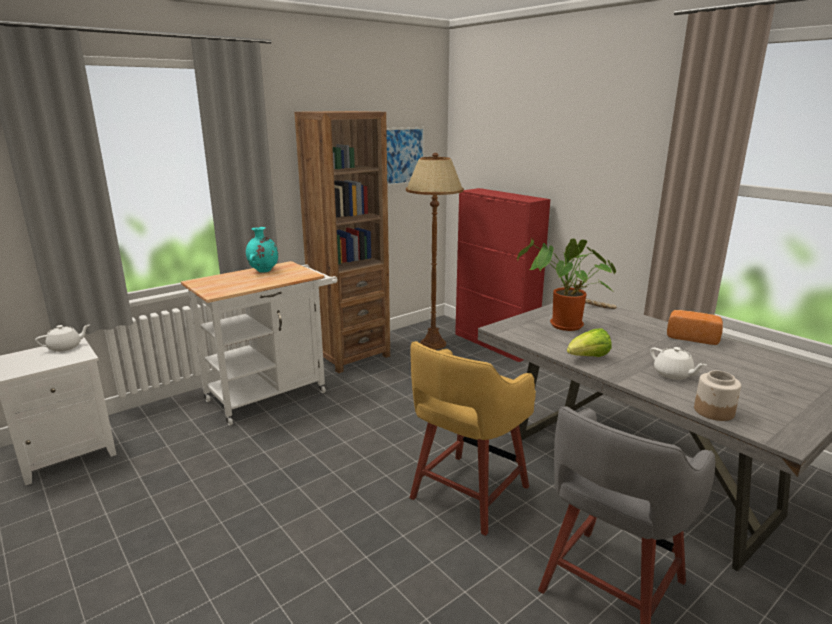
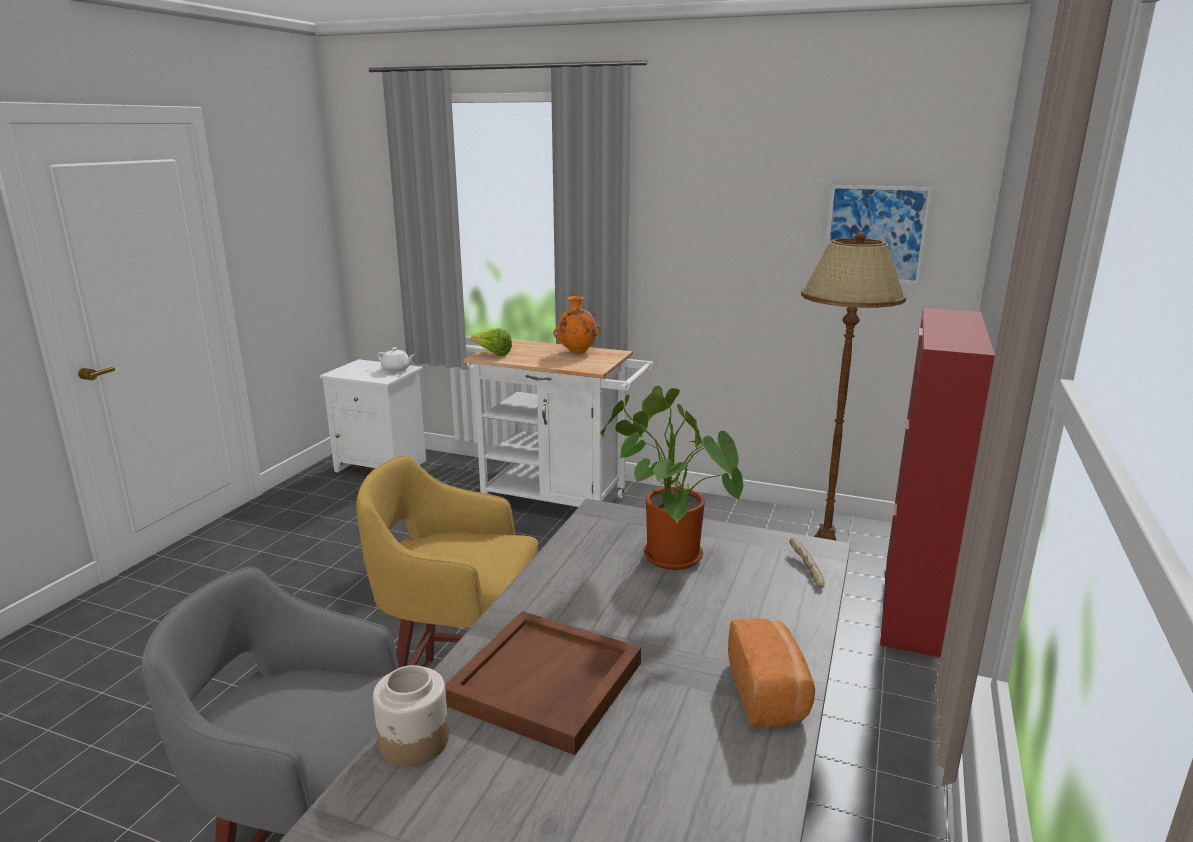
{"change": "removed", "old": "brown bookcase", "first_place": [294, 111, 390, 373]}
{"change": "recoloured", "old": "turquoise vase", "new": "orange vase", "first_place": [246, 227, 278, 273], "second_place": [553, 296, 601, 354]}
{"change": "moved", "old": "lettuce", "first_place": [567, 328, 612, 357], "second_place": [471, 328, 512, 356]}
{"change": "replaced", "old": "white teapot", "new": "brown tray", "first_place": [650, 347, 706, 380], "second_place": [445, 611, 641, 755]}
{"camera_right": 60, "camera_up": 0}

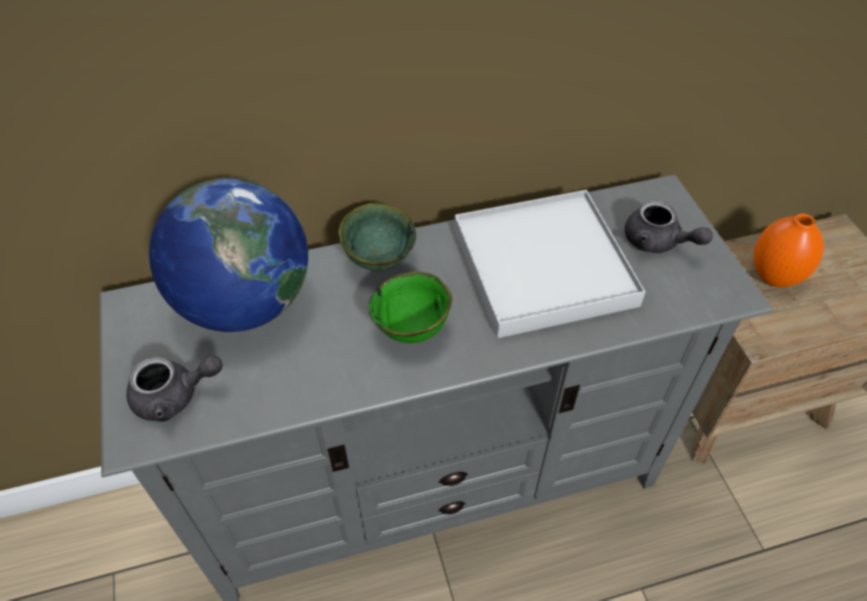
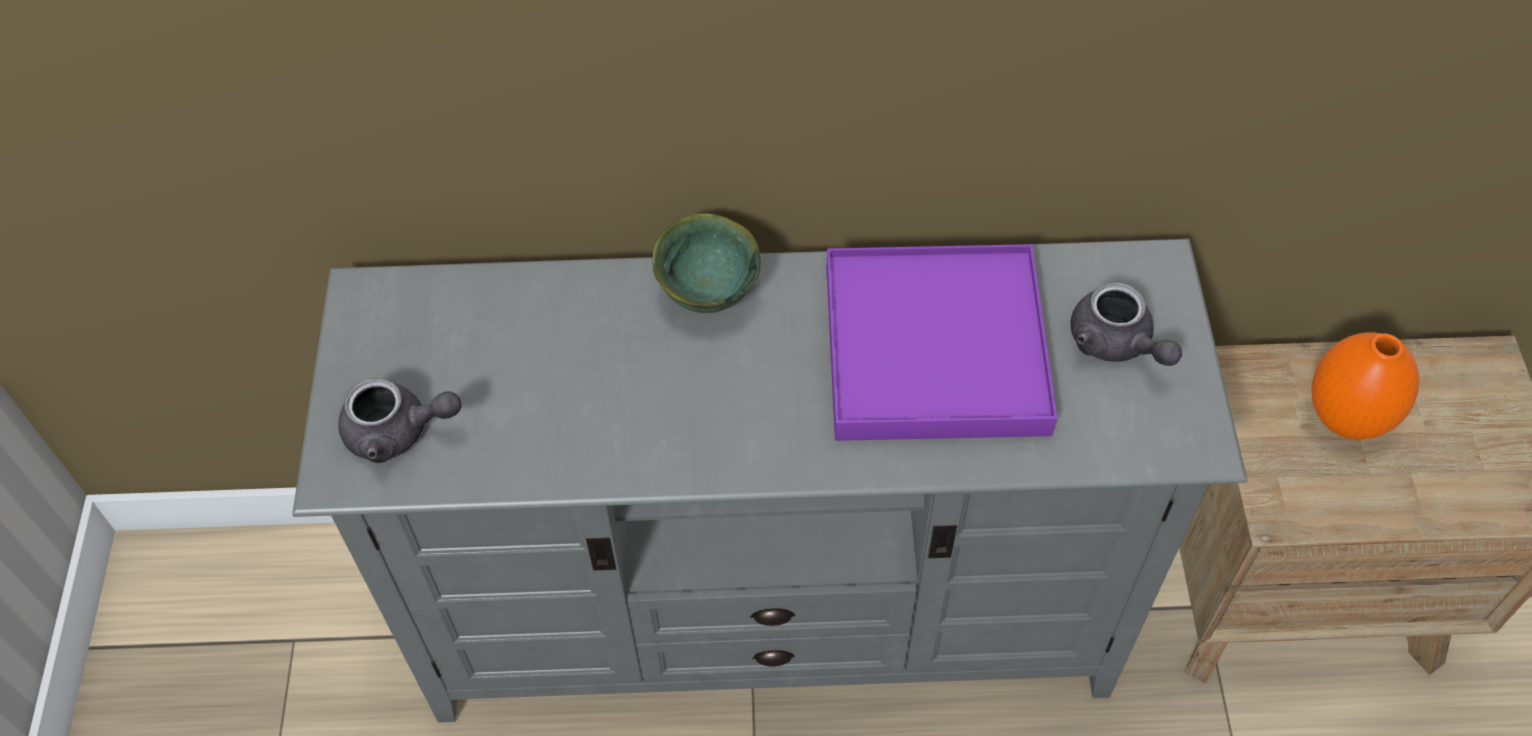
{"change": "removed", "old": "globe", "first_place": [149, 178, 308, 332]}
{"change": "recoloured", "old": "white tray", "new": "purple tray", "first_place": [454, 190, 645, 338], "second_place": [827, 244, 1057, 441]}
{"change": "removed", "old": "green bowl", "first_place": [368, 272, 452, 343]}
{"camera_right": 15, "camera_up": 5}

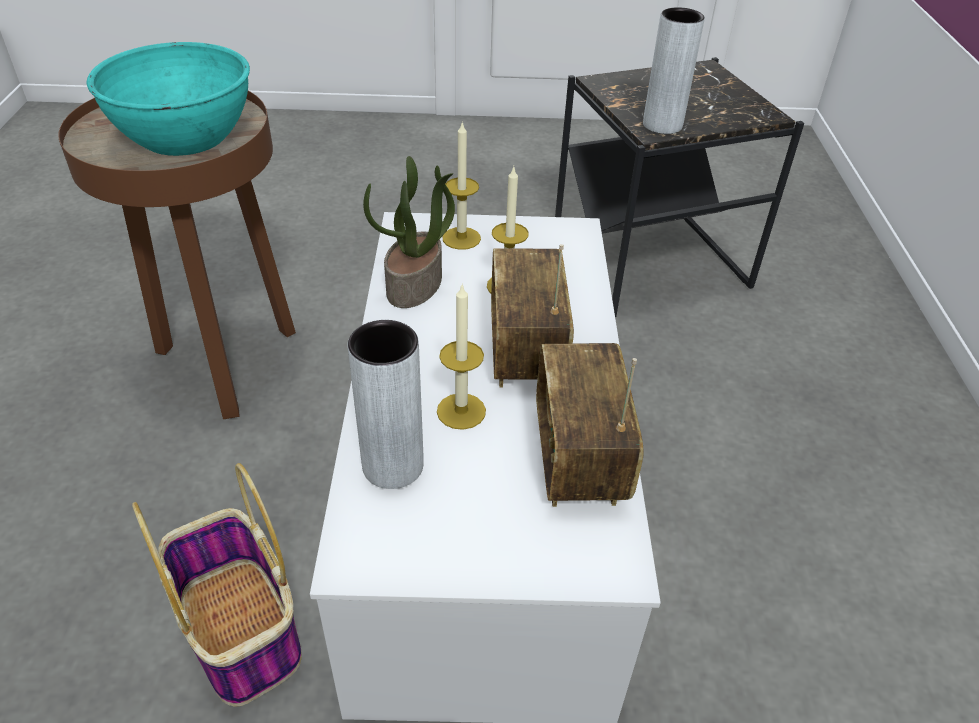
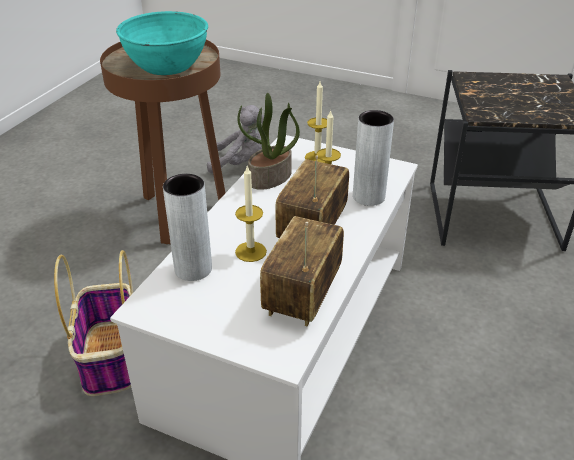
{"change": "moved", "old": "grey vase", "first_place": [643, 7, 705, 134], "second_place": [353, 110, 394, 206]}
{"change": "added", "new": "grey plush toy", "second_place": [207, 105, 264, 174]}
{"camera_right": 25, "camera_up": -5}

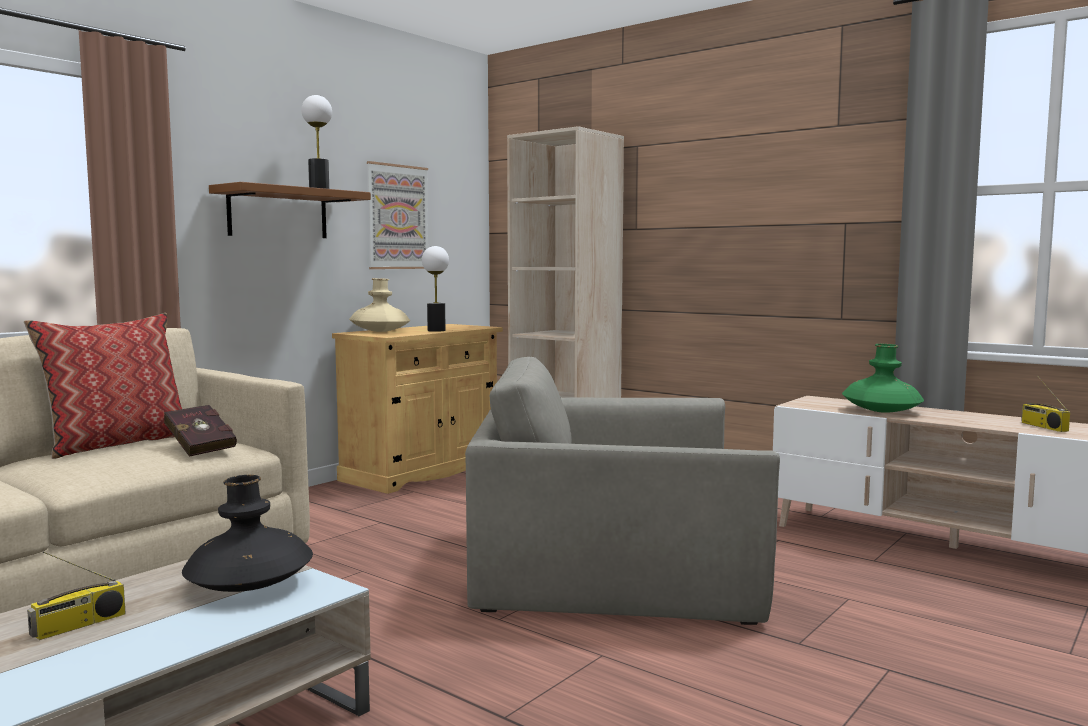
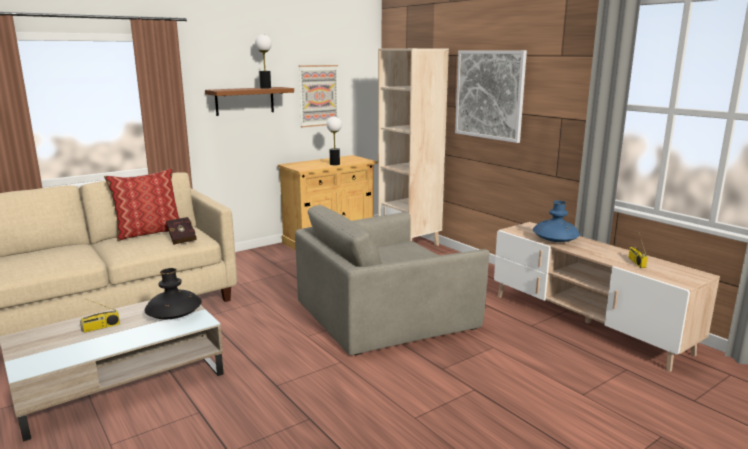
{"change": "removed", "old": "beige vase", "first_place": [349, 278, 410, 332]}
{"change": "recoloured", "old": "green vase", "new": "blue vase", "first_place": [842, 344, 924, 413], "second_place": [533, 200, 580, 242]}
{"change": "turned", "old": "grey armchair", "first_place": [465, 357, 780, 625], "second_place": [295, 205, 490, 355], "degrees": -45}
{"change": "added", "new": "picture", "second_place": [455, 50, 527, 143]}
{"camera_right": 15, "camera_up": 10}

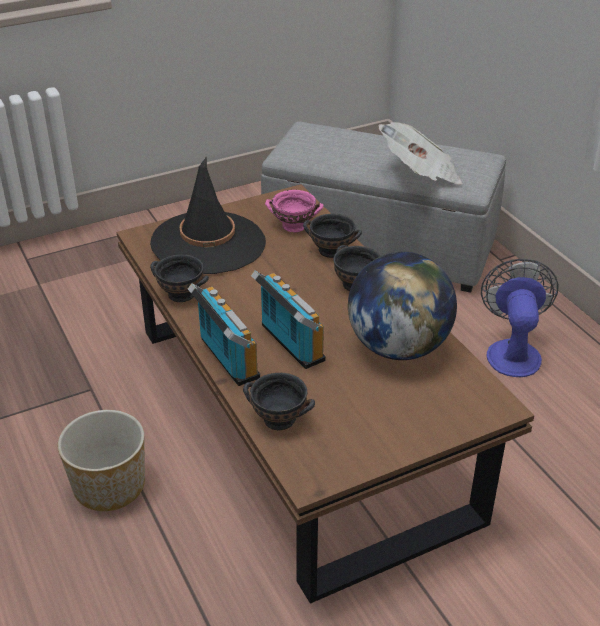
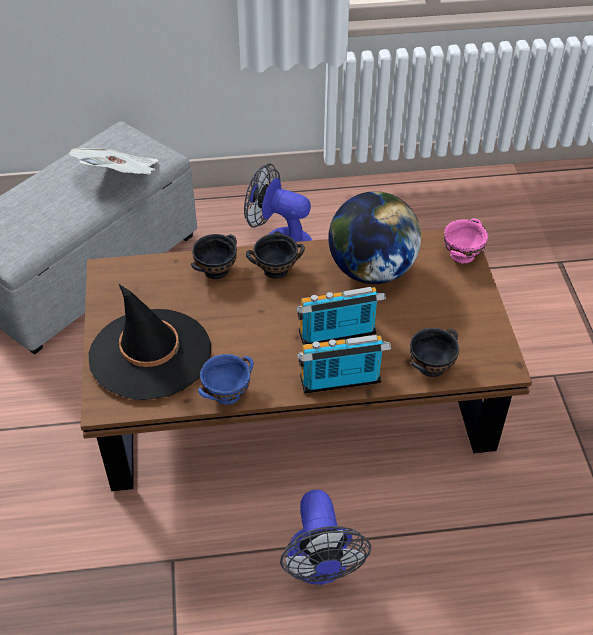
{"change": "moved", "old": "pink bowl", "first_place": [265, 190, 323, 232], "second_place": [444, 218, 488, 264]}
{"change": "recoloured", "old": "black bowl", "new": "blue bowl", "first_place": [150, 254, 209, 302], "second_place": [198, 354, 254, 405]}
{"change": "replaced", "old": "planter", "new": "fan", "first_place": [58, 410, 145, 511], "second_place": [280, 490, 371, 585]}
{"camera_right": -70, "camera_up": 10}

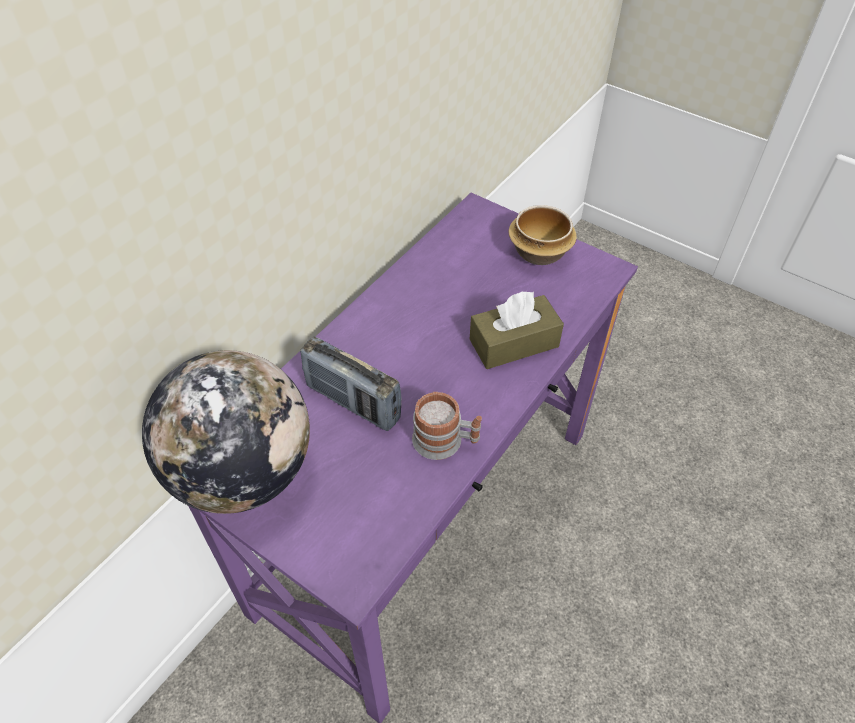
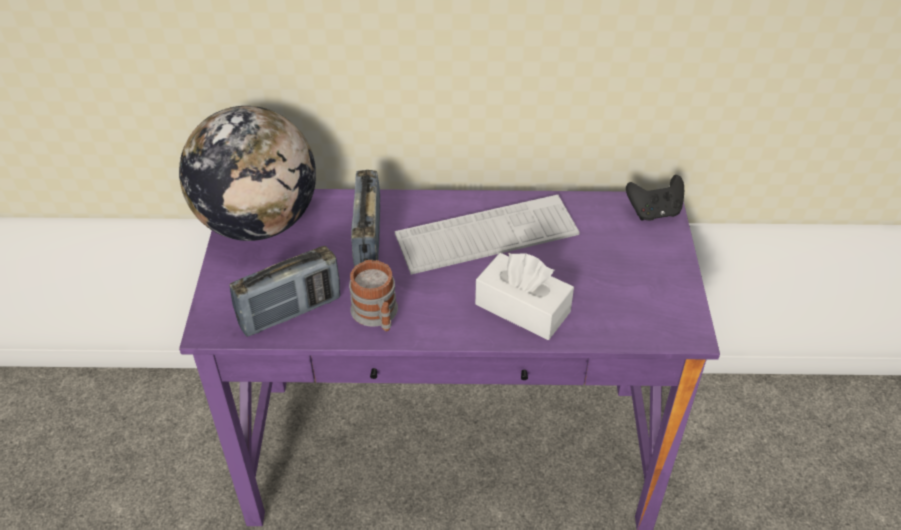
{"change": "removed", "old": "bowl", "first_place": [509, 205, 577, 265]}
{"change": "recoloured", "old": "brown tissue box", "new": "white tissue box", "first_place": [470, 291, 564, 369], "second_place": [475, 253, 574, 340]}
{"change": "added", "new": "black game controller", "second_place": [626, 175, 684, 221]}
{"change": "added", "new": "keyboard", "second_place": [395, 195, 580, 275]}
{"change": "added", "new": "radio", "second_place": [229, 246, 340, 337]}
{"camera_right": 55, "camera_up": -5}

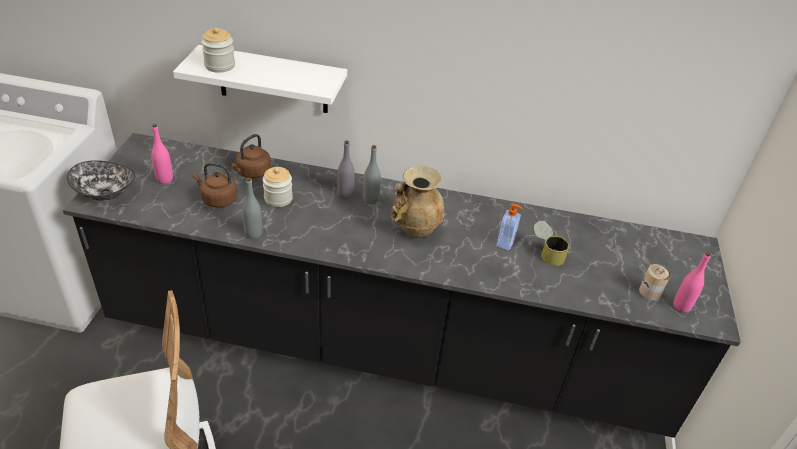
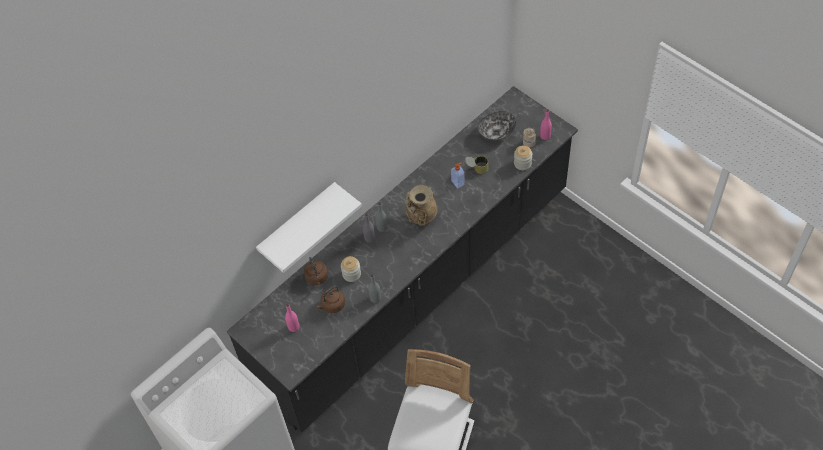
{"change": "moved", "old": "jar", "first_place": [201, 27, 235, 73], "second_place": [514, 146, 532, 170]}
{"change": "moved", "old": "bowl", "first_place": [67, 160, 135, 200], "second_place": [477, 111, 516, 141]}
{"camera_right": -50, "camera_up": 15}

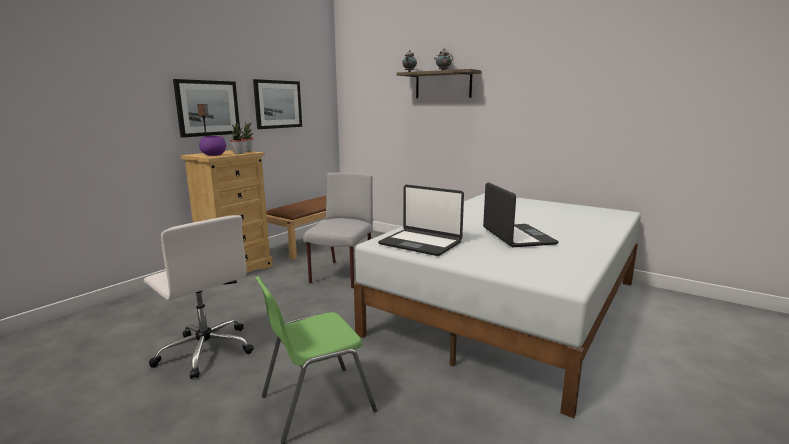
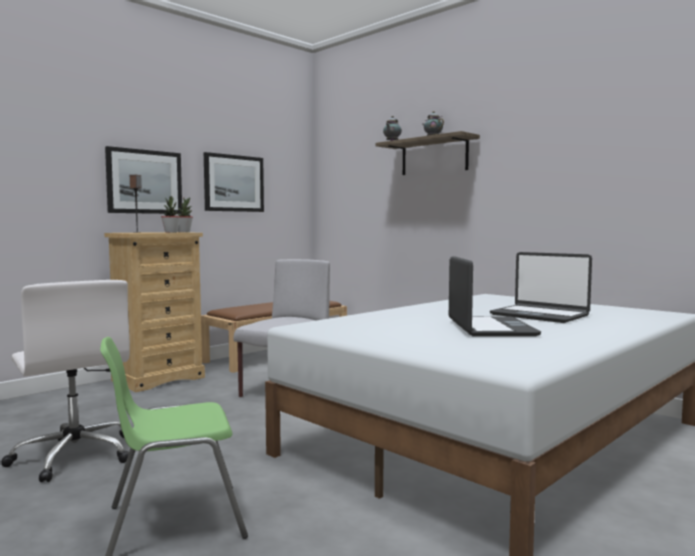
{"change": "removed", "old": "purple bowl", "first_place": [199, 136, 226, 156]}
{"change": "moved", "old": "laptop", "first_place": [378, 185, 464, 256], "second_place": [490, 252, 592, 323]}
{"camera_right": 10, "camera_up": -10}

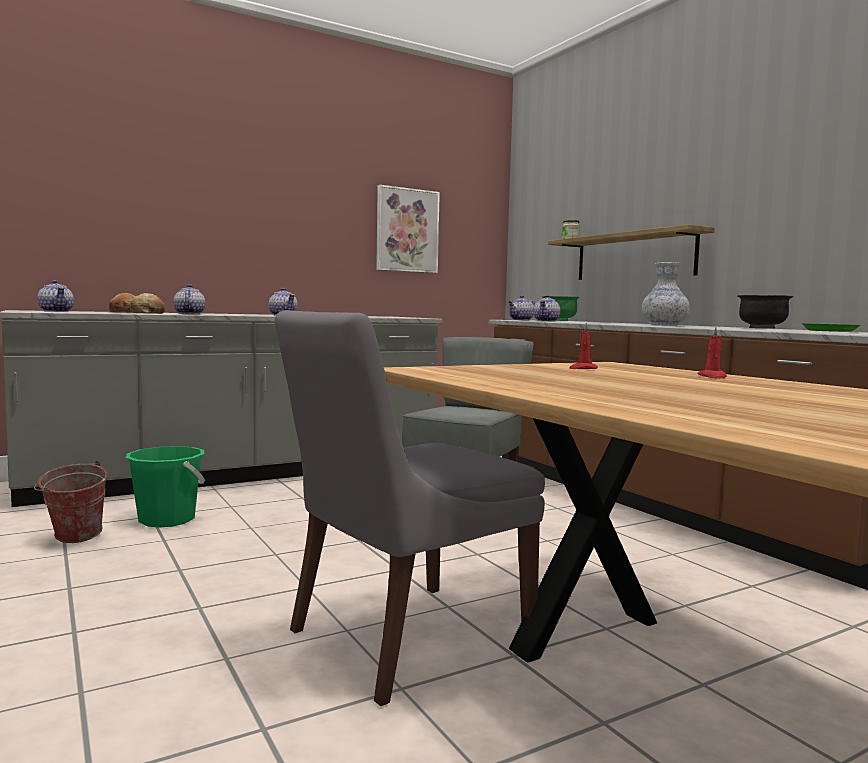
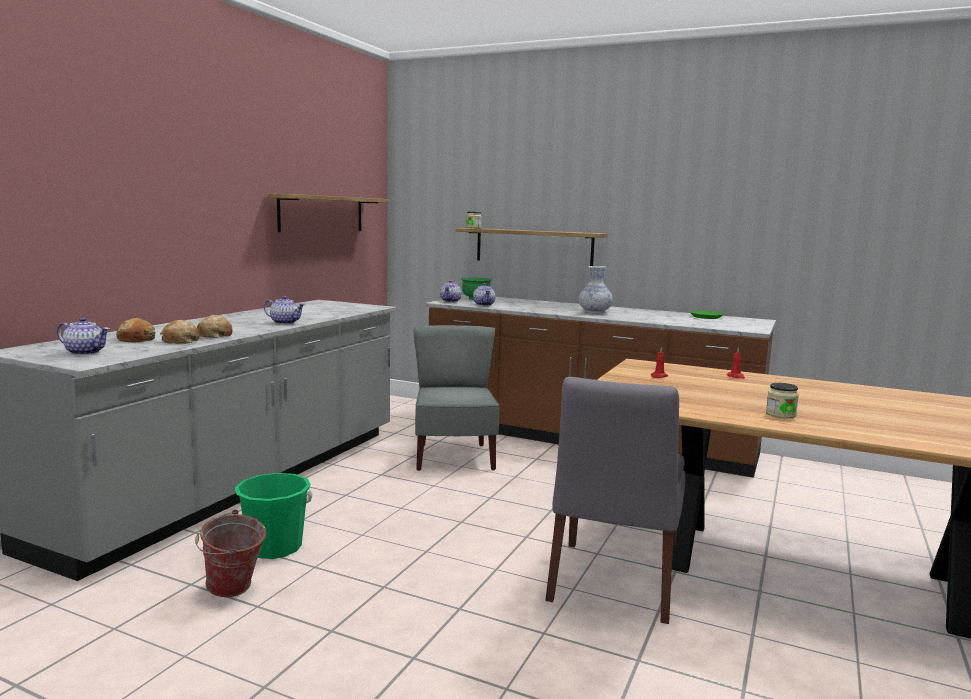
{"change": "replaced", "old": "picture", "new": "shelf", "first_place": [376, 185, 440, 273], "second_place": [267, 194, 389, 233]}
{"change": "replaced", "old": "teapot", "new": "bread", "first_place": [173, 284, 205, 314], "second_place": [197, 315, 233, 338]}
{"change": "removed", "old": "black bowl", "first_place": [738, 295, 793, 329]}
{"change": "added", "new": "jar", "second_place": [766, 383, 799, 419]}
{"camera_right": -35, "camera_up": 5}

